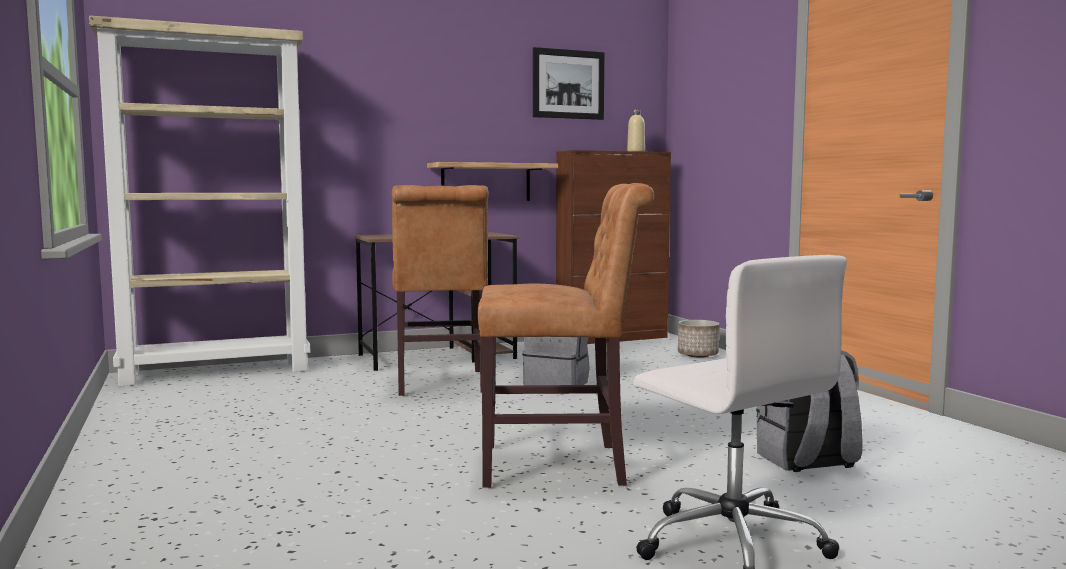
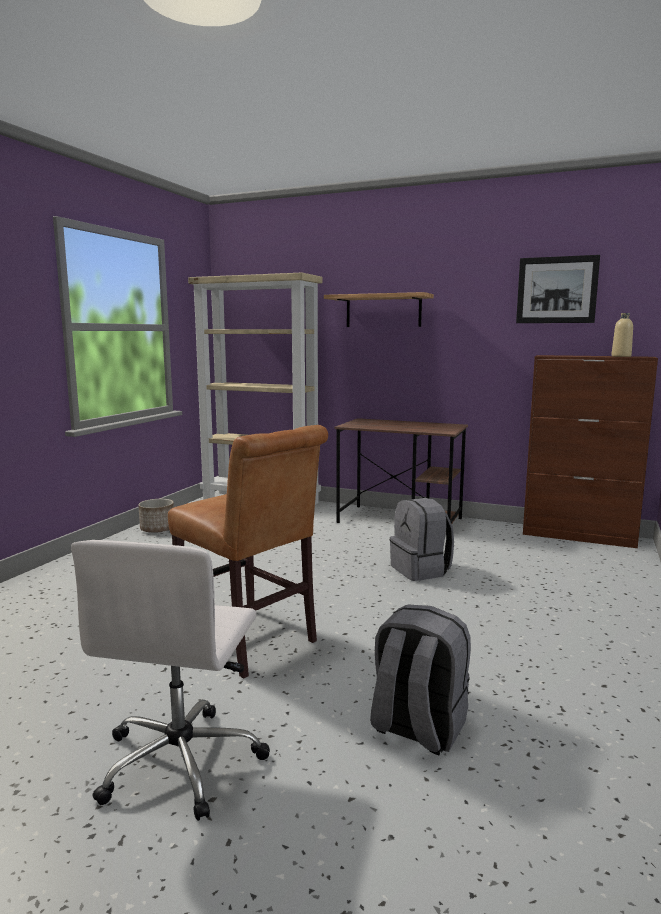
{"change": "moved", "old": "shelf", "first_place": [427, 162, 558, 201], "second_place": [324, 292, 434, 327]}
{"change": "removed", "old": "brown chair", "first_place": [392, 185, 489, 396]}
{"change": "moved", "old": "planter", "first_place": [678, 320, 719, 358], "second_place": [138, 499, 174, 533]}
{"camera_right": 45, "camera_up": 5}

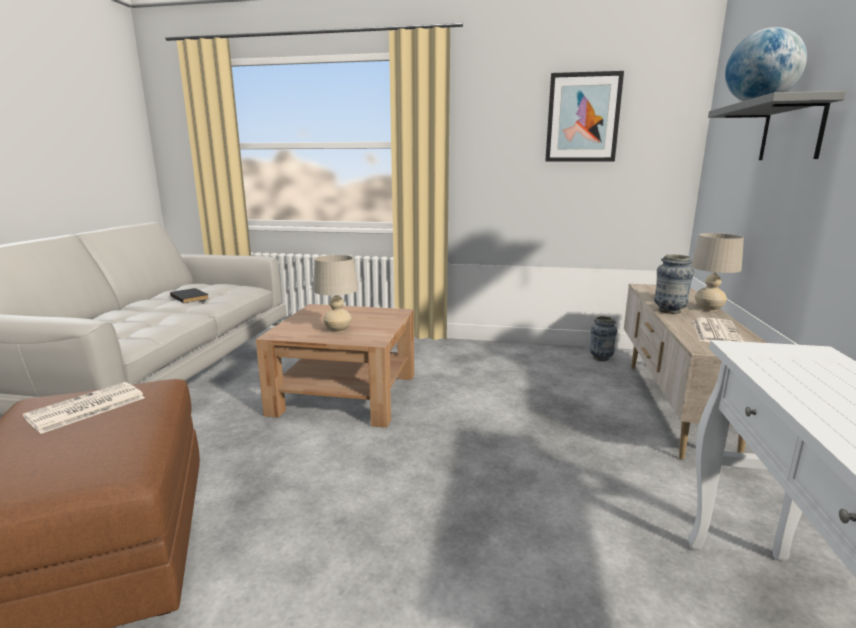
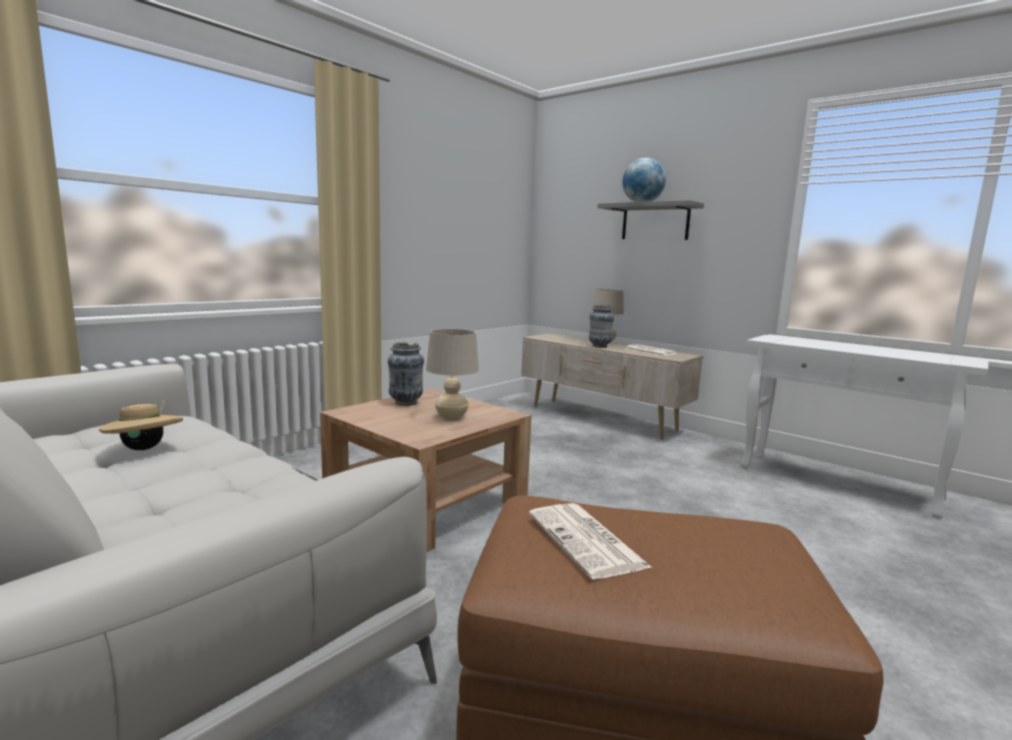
{"change": "removed", "old": "picture", "first_place": [545, 71, 624, 162]}
{"change": "replaced", "old": "black book", "new": "beige hat", "first_place": [170, 288, 209, 303], "second_place": [99, 400, 183, 450]}
{"change": "moved", "old": "vase", "first_place": [590, 316, 617, 361], "second_place": [388, 342, 424, 406]}
{"camera_right": -60, "camera_up": -5}

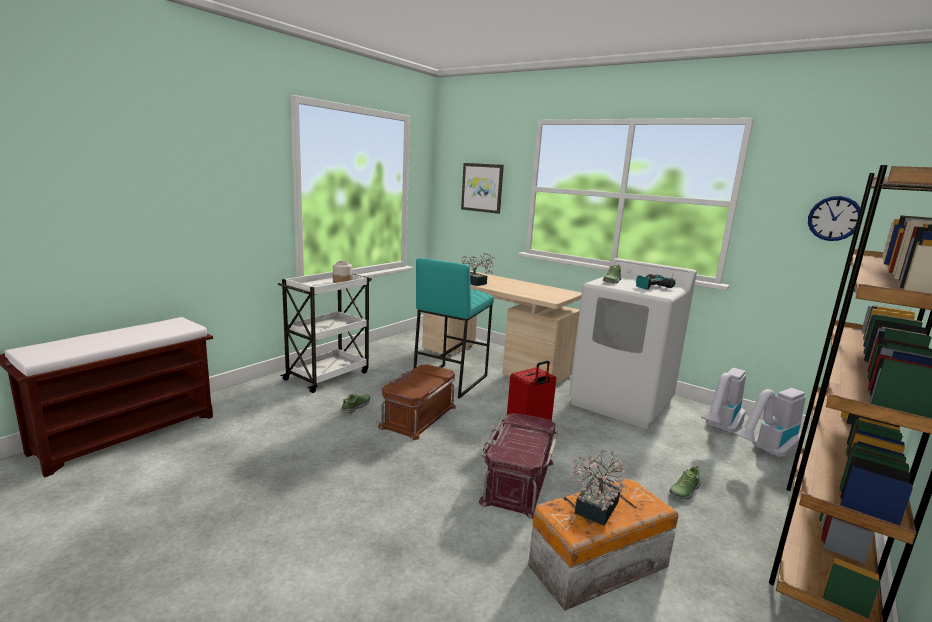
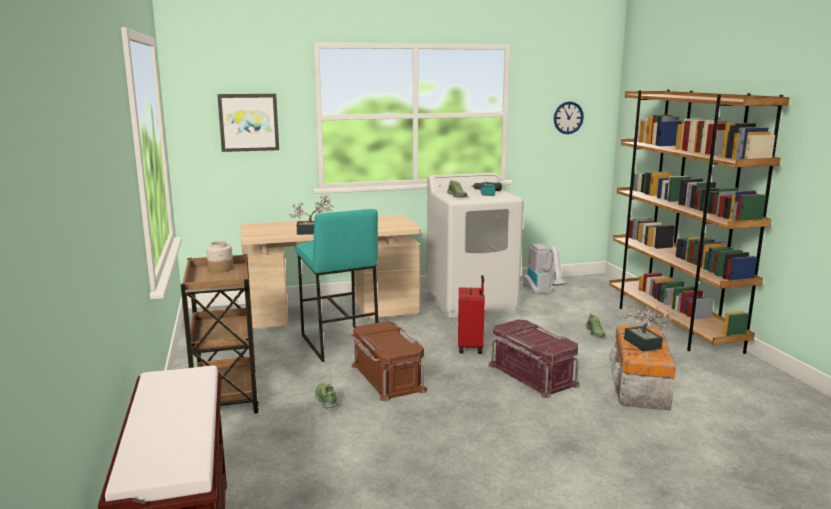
{"change": "recoloured", "old": "white cart", "new": "brown cart", "first_place": [278, 272, 372, 393], "second_place": [181, 254, 259, 413]}
{"change": "removed", "old": "vacuum cleaner", "first_place": [734, 388, 806, 458]}
{"camera_right": -50, "camera_up": 0}

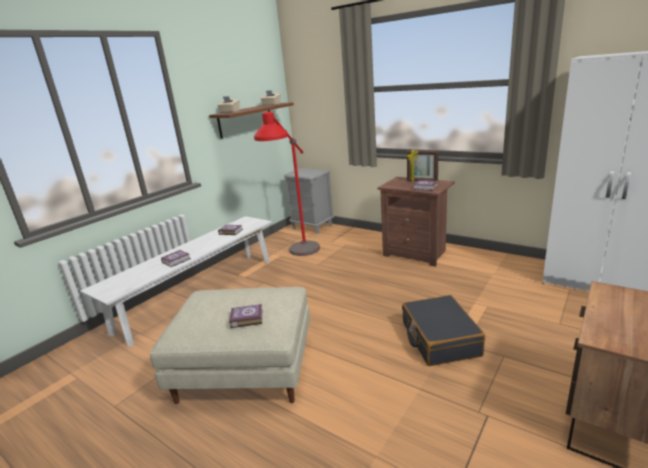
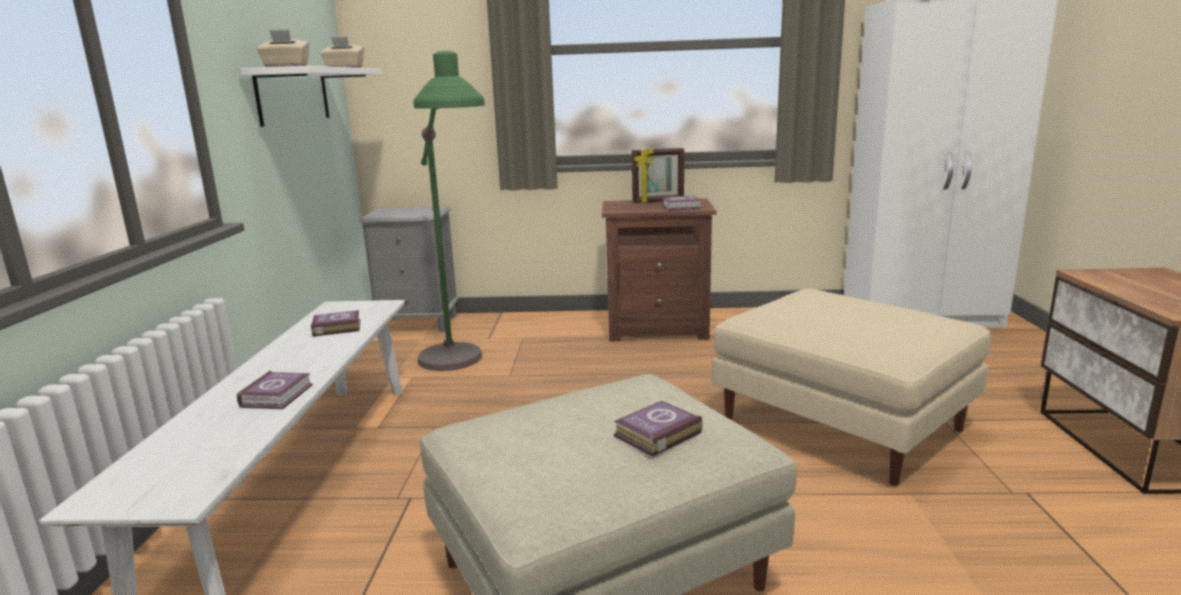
{"change": "recoloured", "old": "brown shelf", "new": "white shelf", "first_place": [209, 103, 294, 139], "second_place": [240, 66, 382, 127]}
{"change": "recoloured", "old": "red floor lamp", "new": "green floor lamp", "first_place": [254, 111, 320, 256], "second_place": [414, 51, 485, 371]}
{"change": "replaced", "old": "black suitcase", "new": "beige ottoman", "first_place": [402, 295, 485, 366], "second_place": [712, 289, 991, 486]}
{"camera_right": -35, "camera_up": -5}

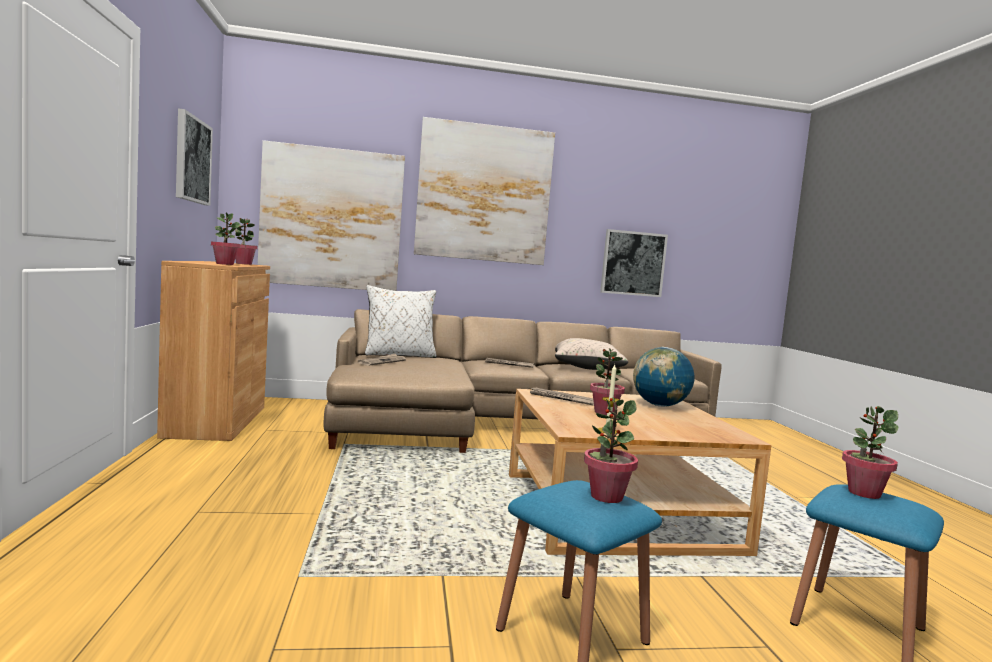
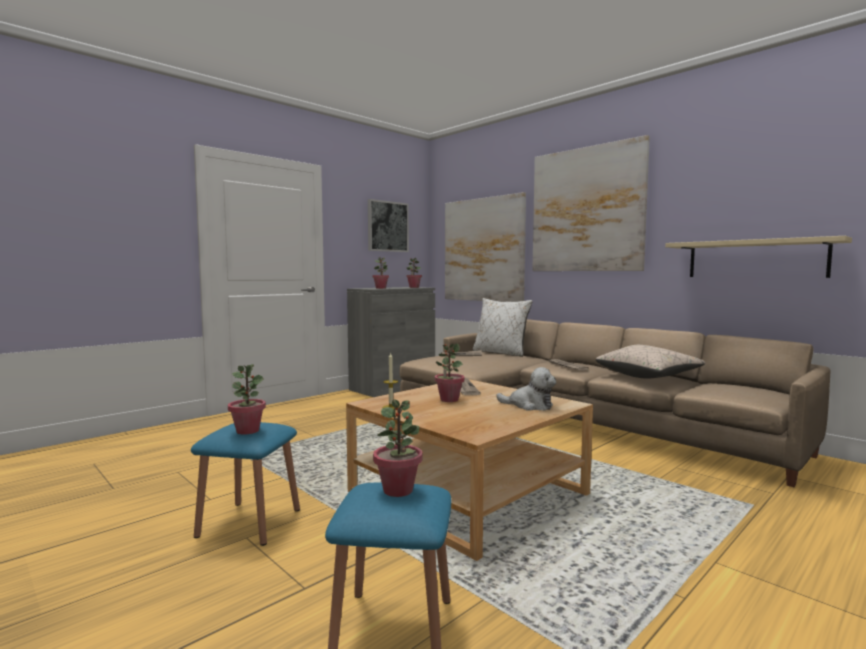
{"change": "replaced", "old": "picture", "new": "beige shelf", "first_place": [600, 229, 668, 297], "second_place": [665, 236, 852, 278]}
{"change": "recoloured", "old": "brown cabinet", "new": "grey cabinet", "first_place": [157, 261, 270, 441], "second_place": [347, 287, 435, 397]}
{"change": "replaced", "old": "globe", "new": "plush toy", "first_place": [633, 347, 694, 407], "second_place": [496, 367, 556, 411]}
{"camera_right": 55, "camera_up": 0}

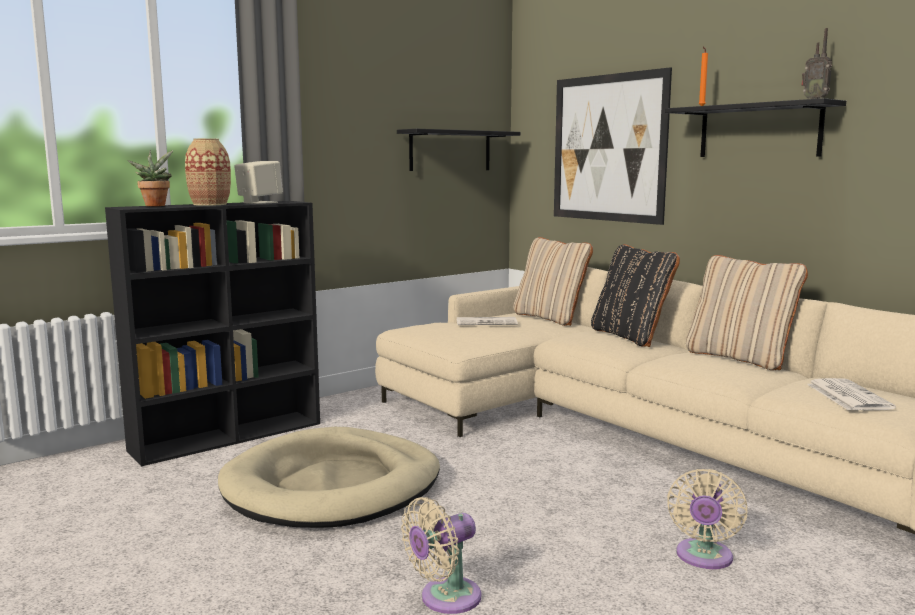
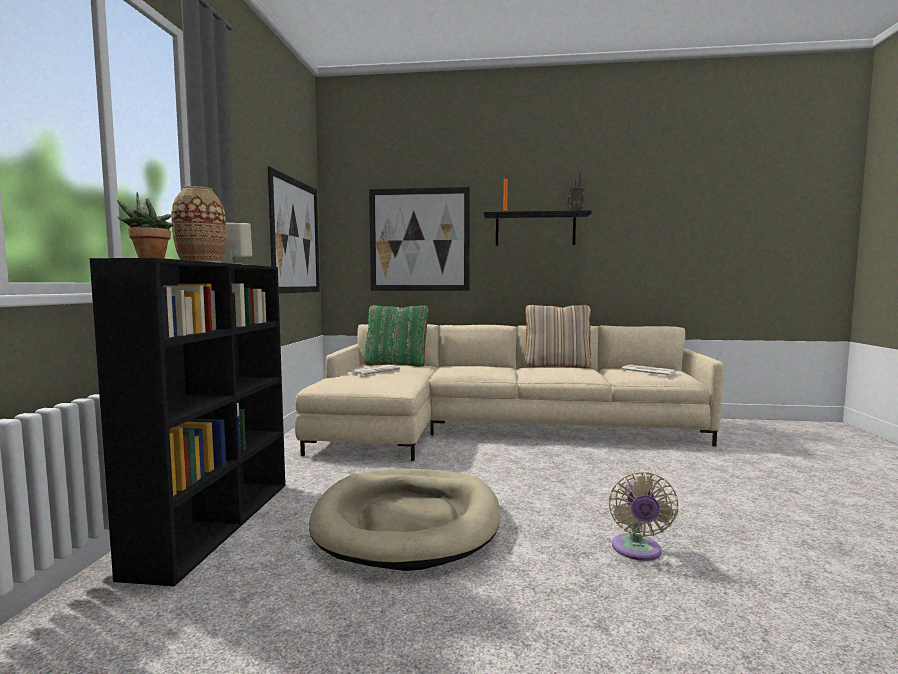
{"change": "replaced", "old": "black shelf", "new": "picture", "first_place": [397, 129, 521, 171], "second_place": [268, 167, 320, 294]}
{"change": "recoloured", "old": "beige pillow", "new": "green pillow", "first_place": [513, 237, 593, 326], "second_place": [364, 305, 429, 367]}
{"change": "removed", "old": "black pillow", "first_place": [591, 244, 680, 347]}
{"change": "removed", "old": "beige fan", "first_place": [667, 469, 747, 569]}
{"camera_right": -45, "camera_up": -5}

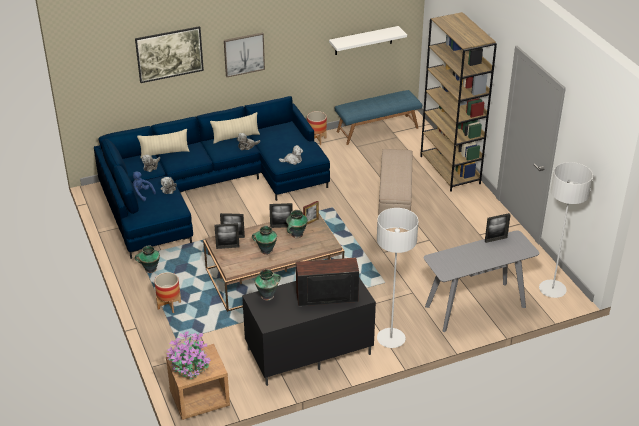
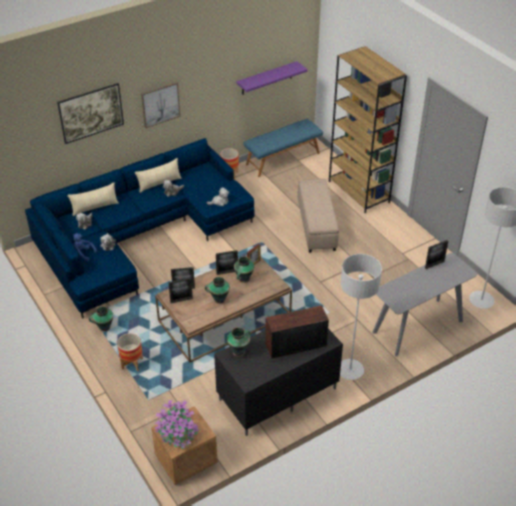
{"change": "recoloured", "old": "white shelf", "new": "purple shelf", "first_place": [329, 26, 407, 55], "second_place": [236, 61, 308, 95]}
{"camera_right": -10, "camera_up": 5}

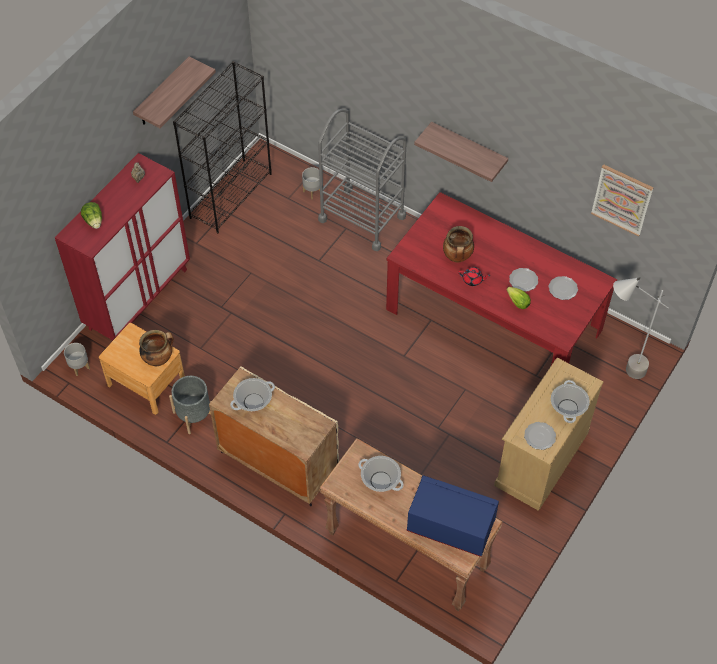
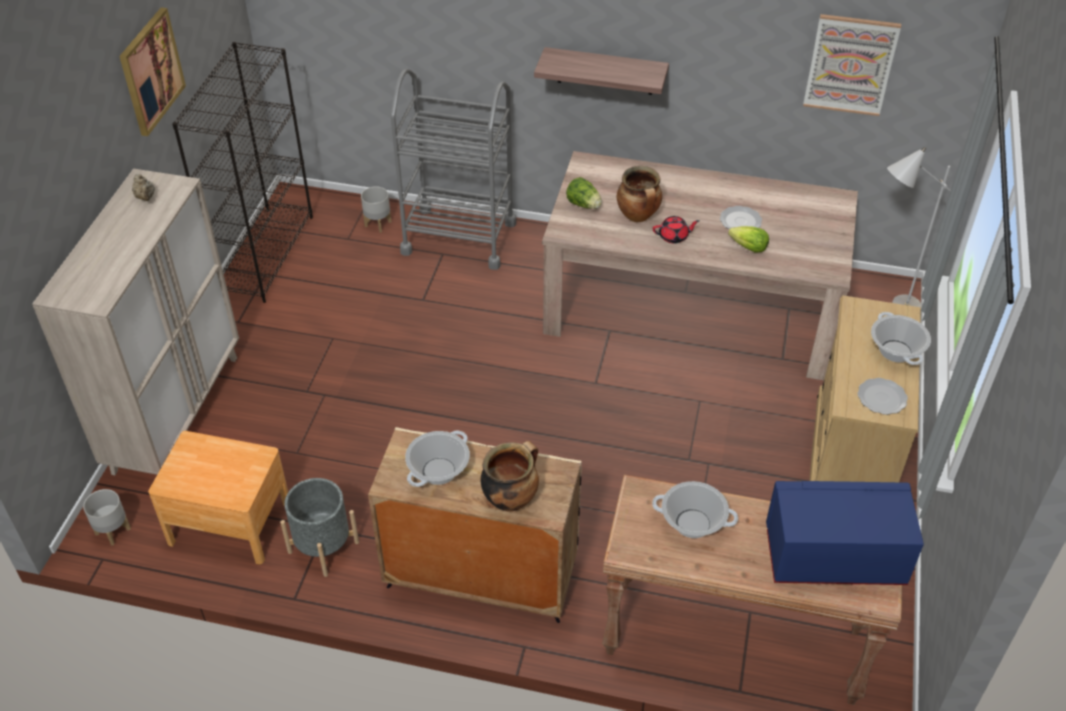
{"change": "replaced", "old": "shelf", "new": "picture", "first_place": [133, 57, 216, 128], "second_place": [119, 7, 186, 136]}
{"change": "recoloured", "old": "red cabinet", "new": "beige cabinet", "first_place": [55, 153, 190, 340], "second_place": [32, 169, 239, 475]}
{"change": "recoloured", "old": "red dining table", "new": "beige dining table", "first_place": [386, 192, 617, 365], "second_place": [542, 151, 858, 380]}
{"change": "moved", "old": "lettuce", "first_place": [81, 202, 102, 229], "second_place": [566, 177, 602, 209]}
{"change": "removed", "old": "plate", "first_place": [548, 276, 578, 300]}
{"change": "moved", "old": "cooking pot", "first_place": [139, 330, 174, 366], "second_place": [481, 441, 539, 511]}
{"camera_right": -20, "camera_up": -10}

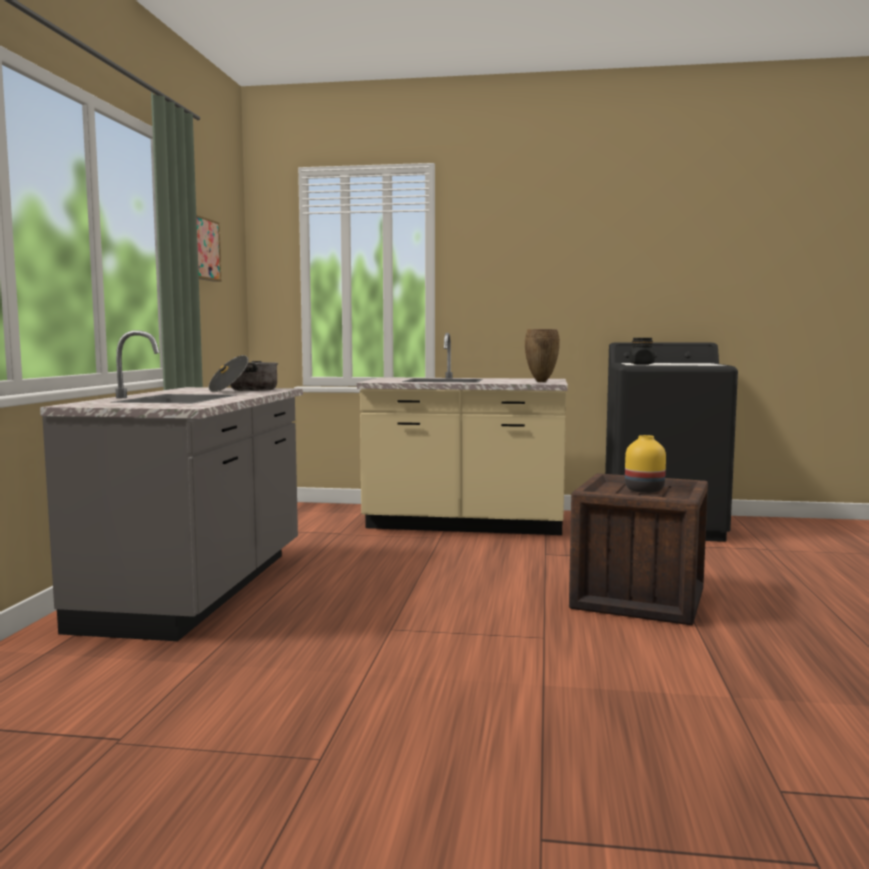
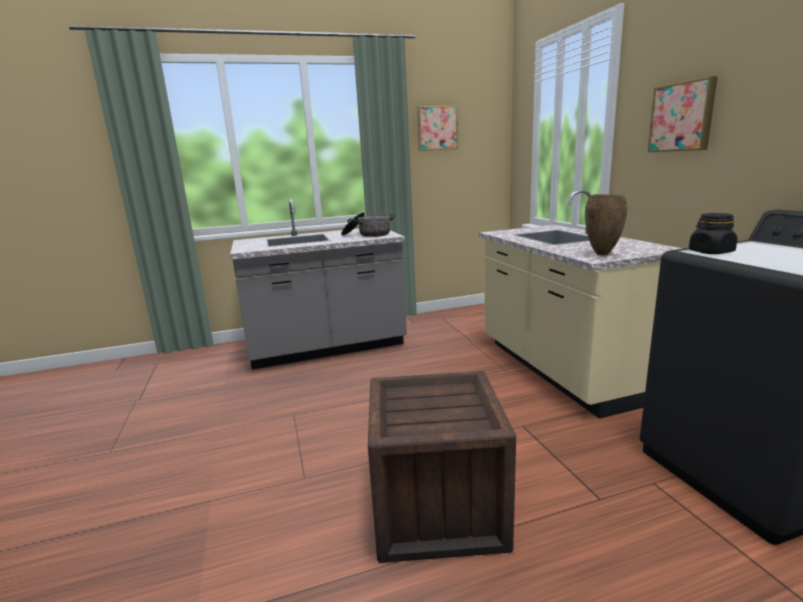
{"change": "removed", "old": "yellow vase", "first_place": [625, 435, 666, 493]}
{"change": "added", "new": "picture", "second_place": [648, 76, 718, 152]}
{"camera_right": 65, "camera_up": 10}

